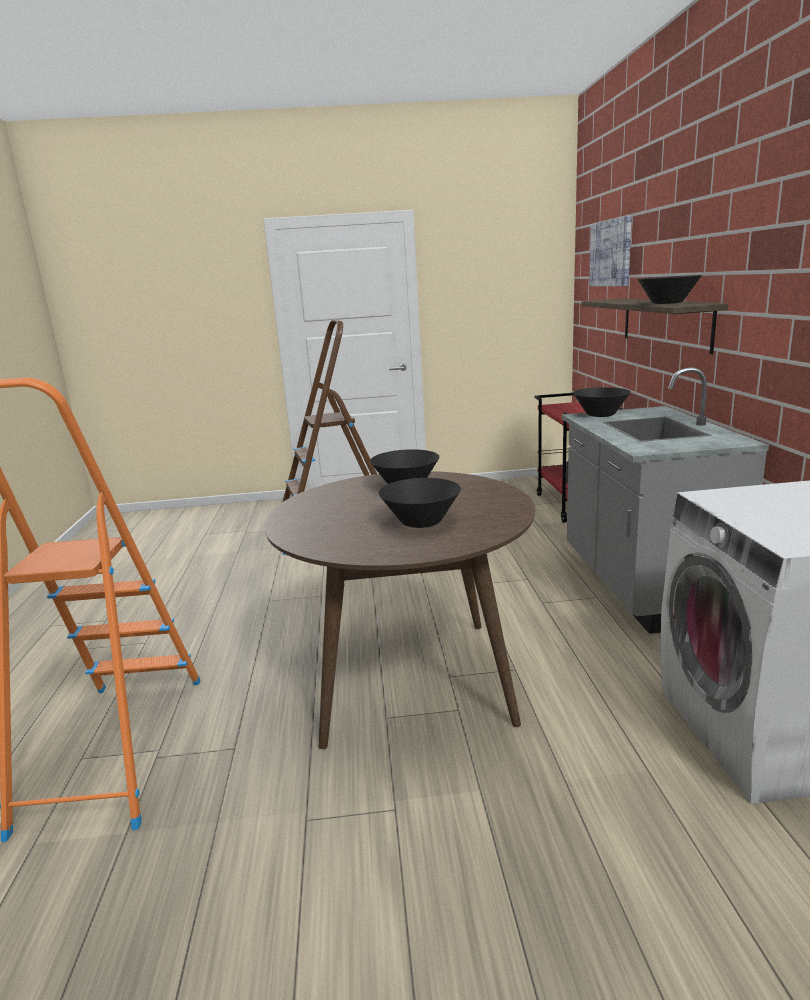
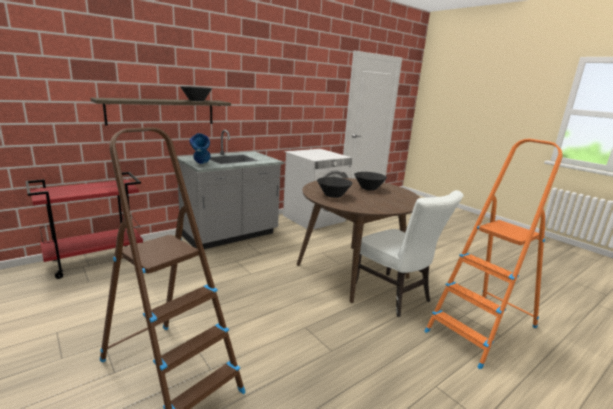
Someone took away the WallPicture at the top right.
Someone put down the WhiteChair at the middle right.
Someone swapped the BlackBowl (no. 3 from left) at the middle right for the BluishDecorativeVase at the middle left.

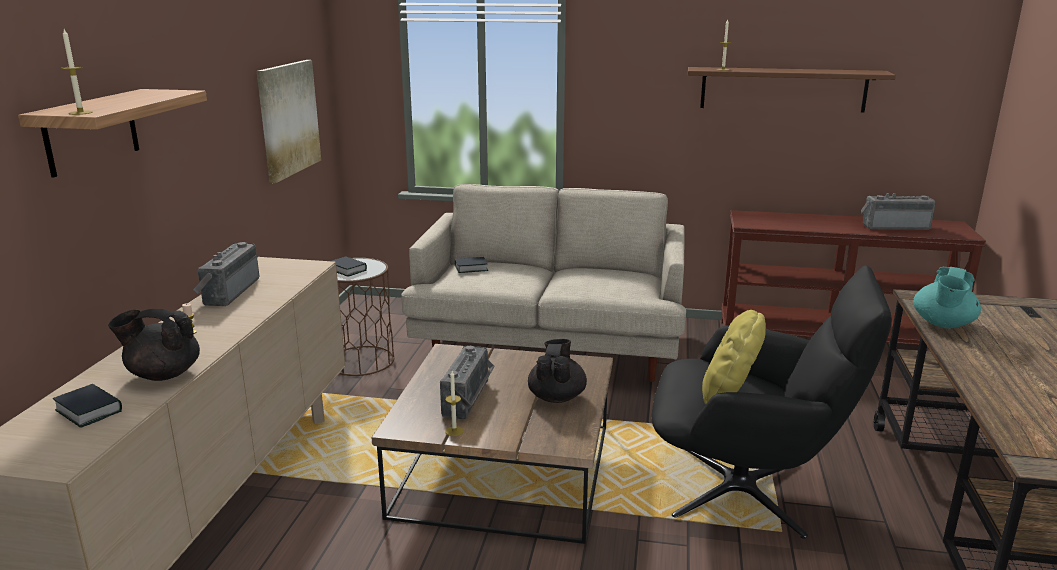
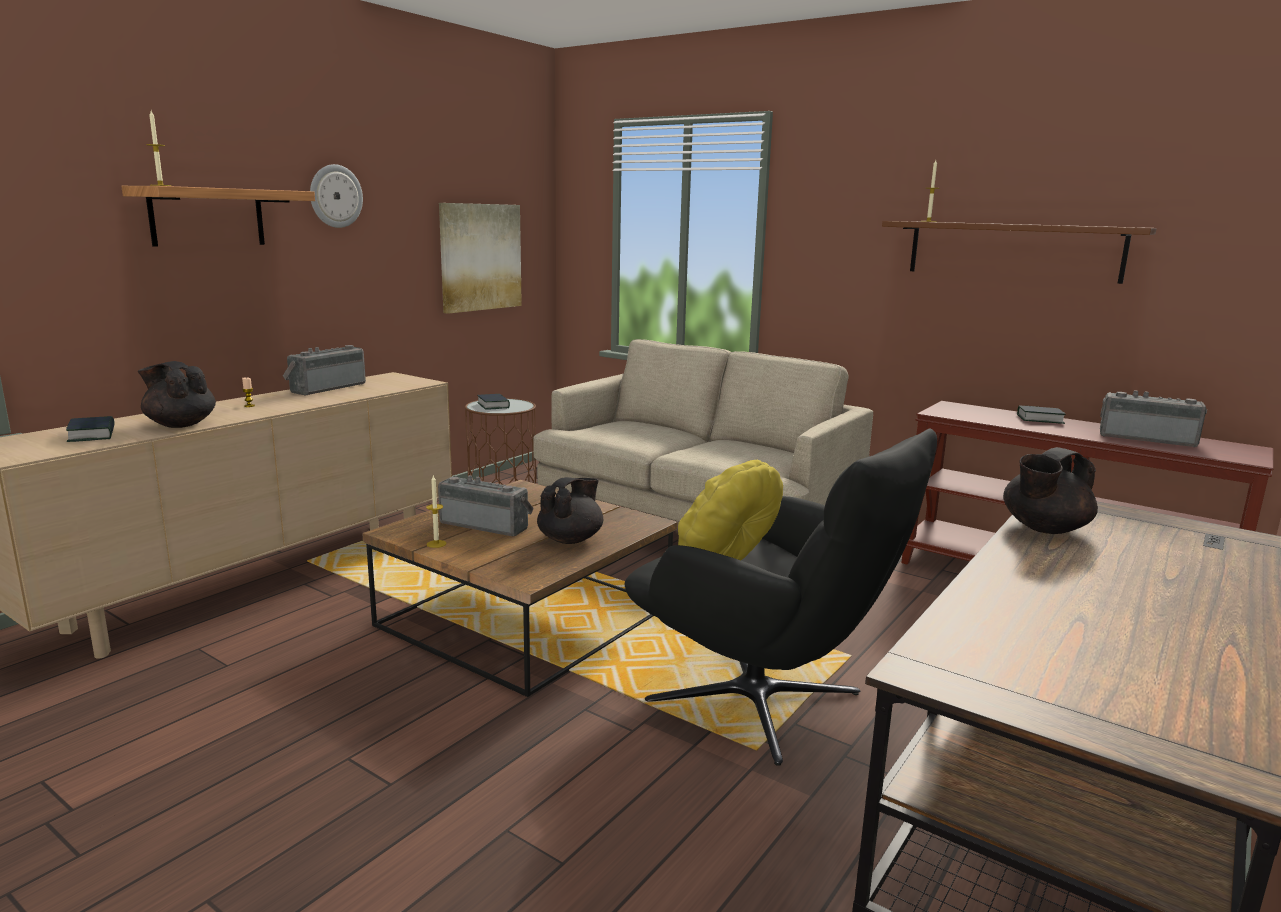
Someone put up the ClockOnTheWall at the top left.
Someone carried the BoundBook (no. 3 from left) from the centre to the middle right.
Someone repainted the BlueGreenTeapot at the middle right, which became the BlackTeapot (no. 3 from left) at the middle right.
Someone rotated the RadioReceiver (no. 2 from left) at the bottom centre by 105 degrees counterclockwise.

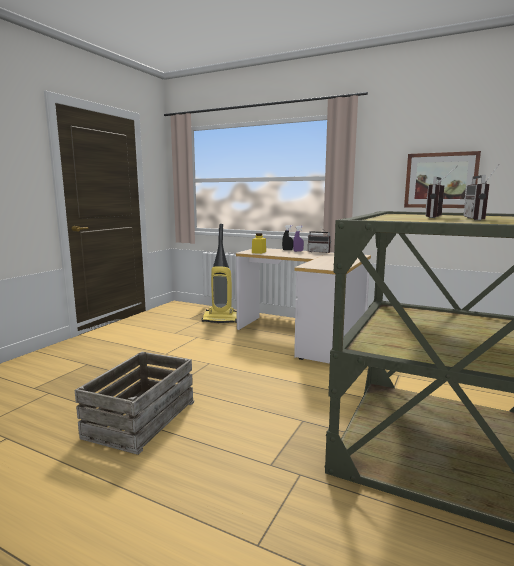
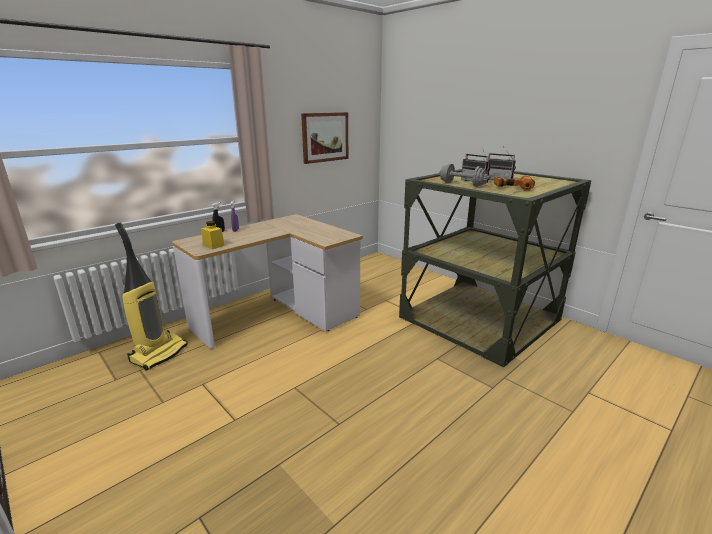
Someone took away the PackingCrate at the bottom left.
Someone took away the RadioReceiver (no. 1 from left) at the centre.
Someone put down the GreyishFreeWeight at the top centre.
Someone put down the ElectricDrill at the middle right.

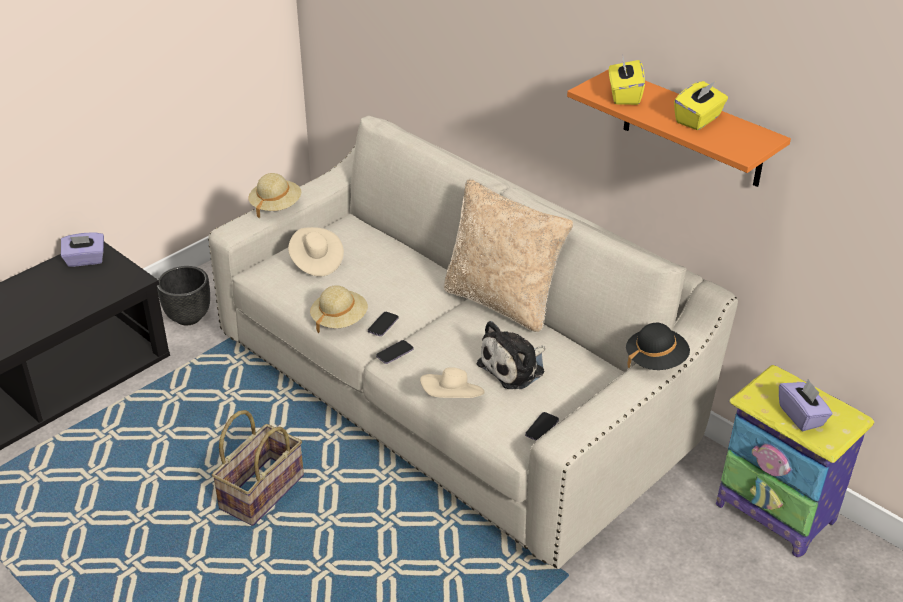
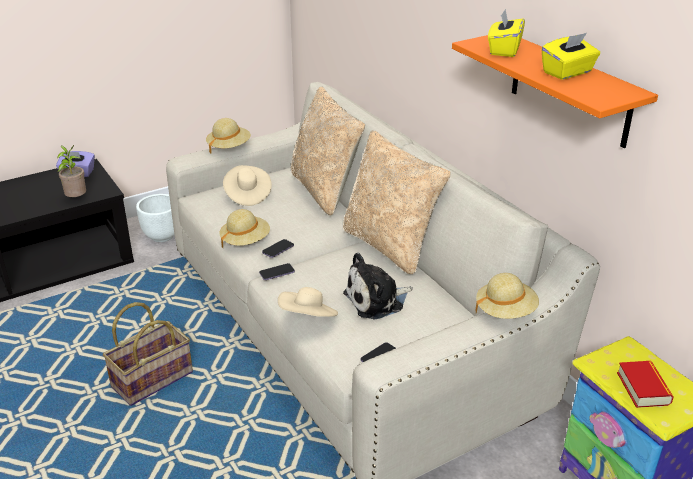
Someone put down the PlantInAPot at the middle left.
Someone put down the SandColouredPillow (no. 1 from left) at the top centre.
Someone swapped the PurpleColouredTissueHolder (no. 2 from left) at the bottom right for the BoundBook at the bottom right.
Someone repainted the BlackFlowerPot at the middle left, which became the WhiteFlowerPot at the middle left.
Someone repainted the BlackWearableHat at the middle right, which became the SandColouredWearableHat (no. 5 from left) at the middle right.

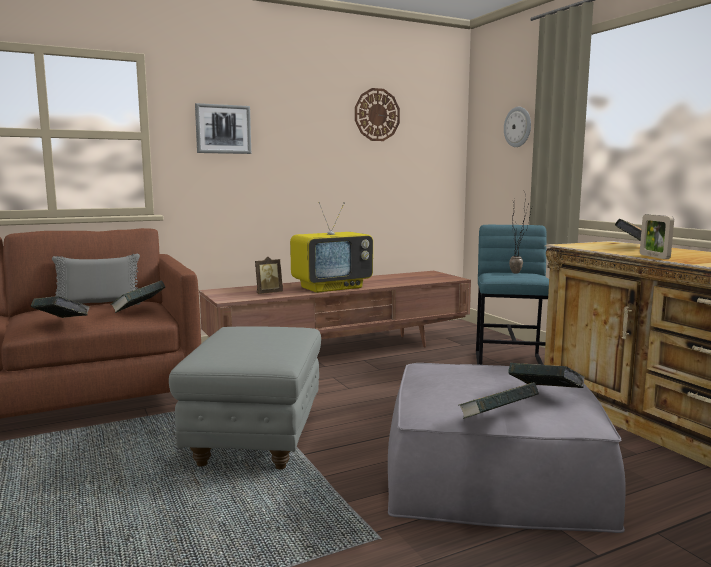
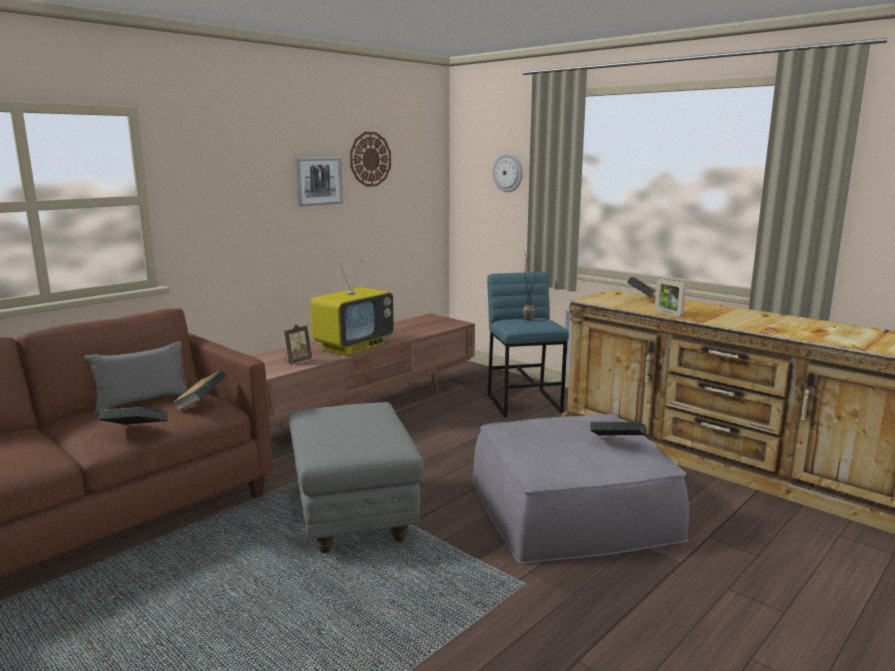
Someone took away the BoundBook (no. 3 from left) at the bottom right.
Someone carried the WallPicture from the top left to the top centre.

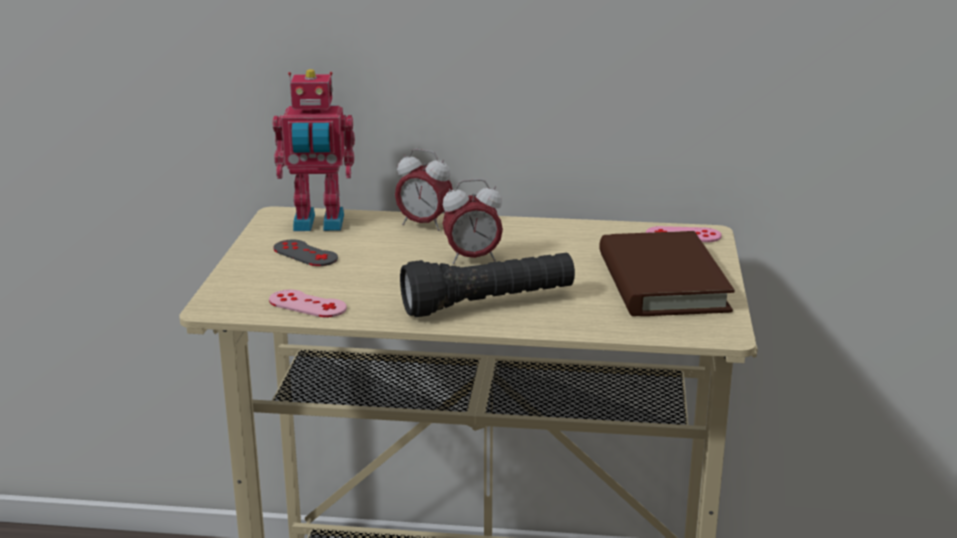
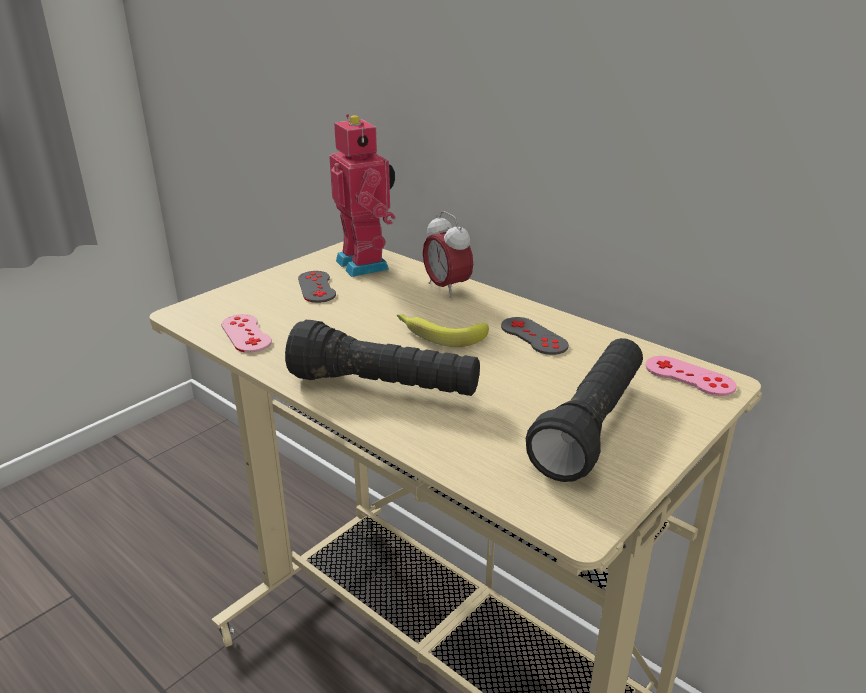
Someone put down the GreyishGamepad (no. 2 from left) at the centre.
Someone swapped the TableClock (no. 2 from left) at the centre for the Banana at the centre.
Someone swapped the BrownBoundBook at the middle right for the BlackTorch (no. 2 from left) at the middle right.
Someone rotated the ModelRobot at the top left by 150 degrees counterclockwise.

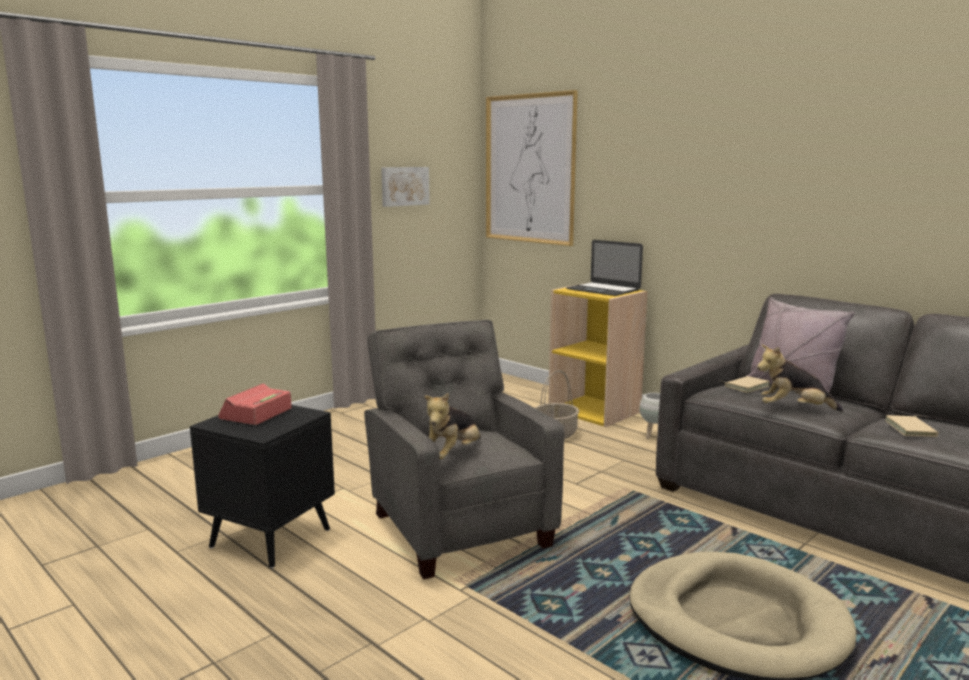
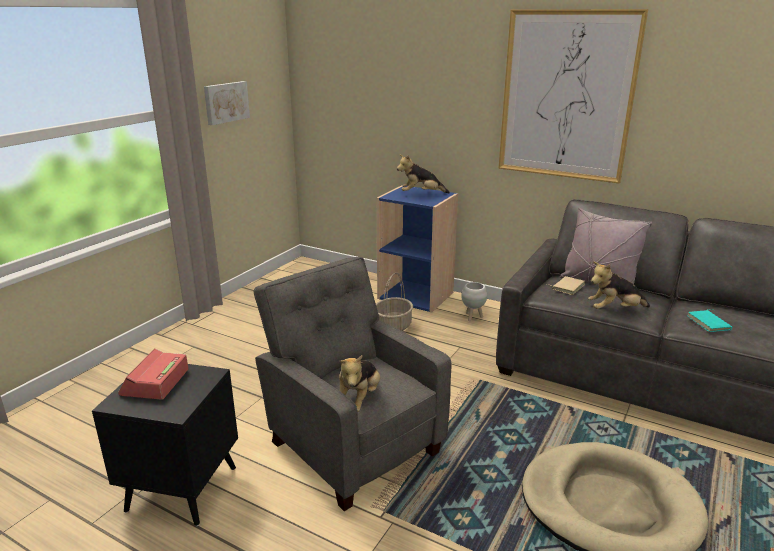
Someone carried the WallPicture (no. 2 from left) from the top centre to the top right.
Someone swapped the Laptop at the centre for the PlushToy (no. 2 from left) at the top centre.
Someone repainted the YellowShelvingUnit at the centre, which became the BluishShelvingUnit at the centre.
Someone repainted the SandColouredBoundBook (no. 2 from left) at the middle right, which became the BlueGreenBoundBook at the middle right.

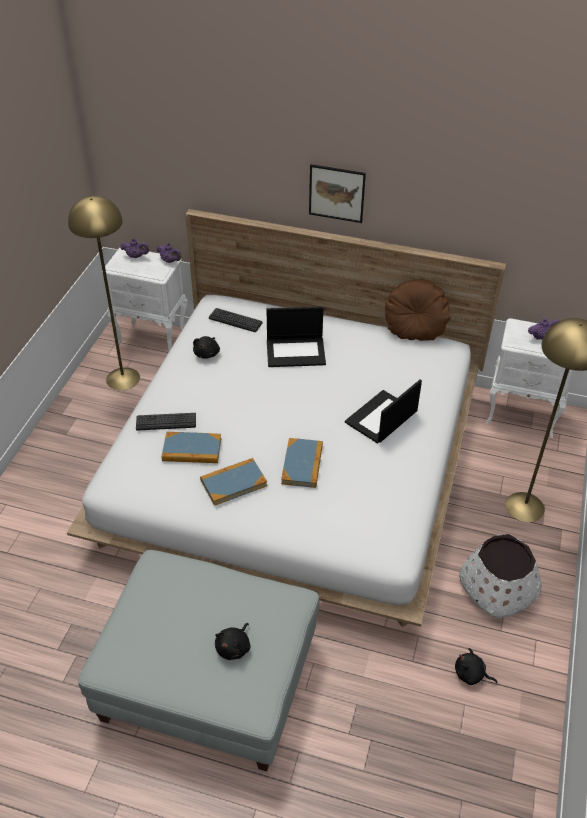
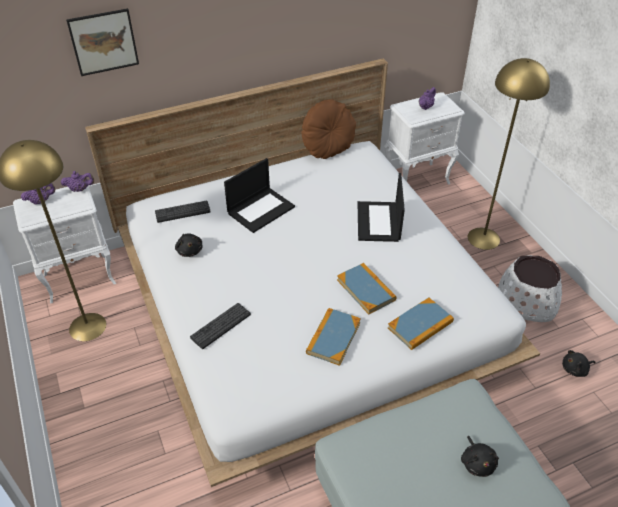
Someone carried the BoundBook (no. 1 from left in the first image) from the middle left to the middle right.
Someone carried the WallPicture from the top centre to the top left.

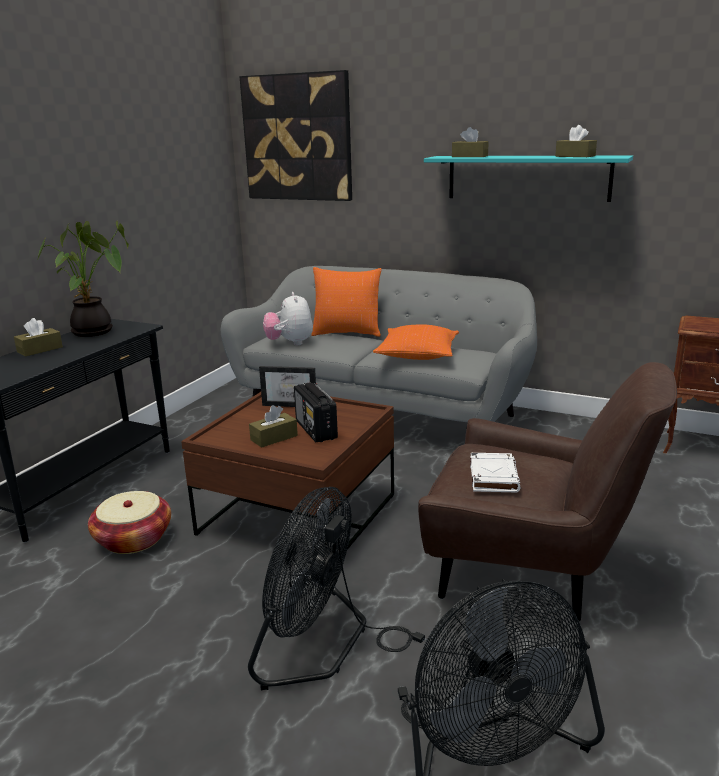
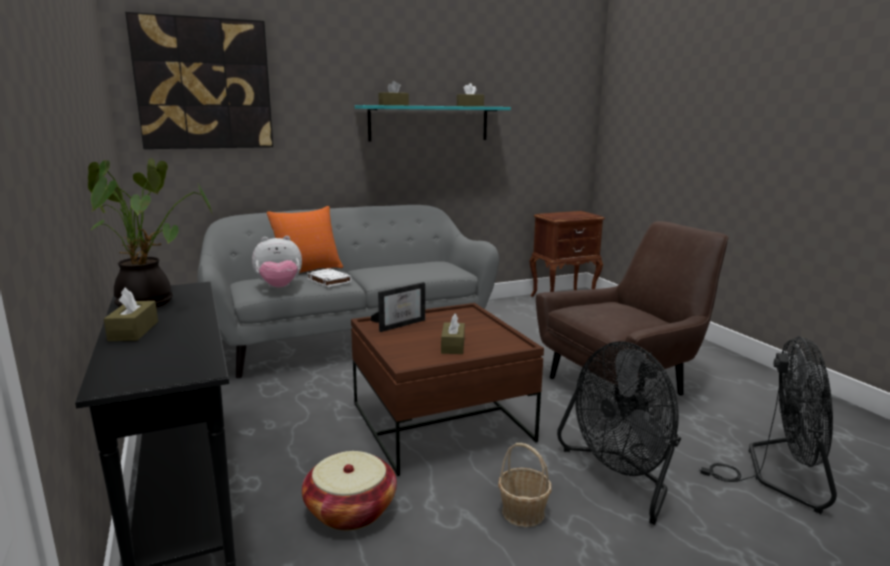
Someone took away the RadioReceiver at the centre.
Someone took away the OrangeColouredPillow (no. 2 from left) at the centre.
Someone put down the Basket (no. 2 from left) at the bottom centre.
Someone carried the WhiteBoundBook from the middle right to the centre.
Someone rotated the PlushToy at the centre by 45 degrees counterclockwise.

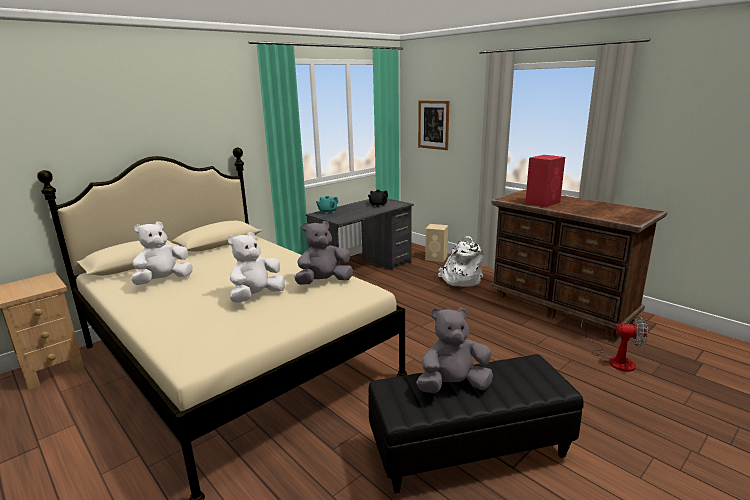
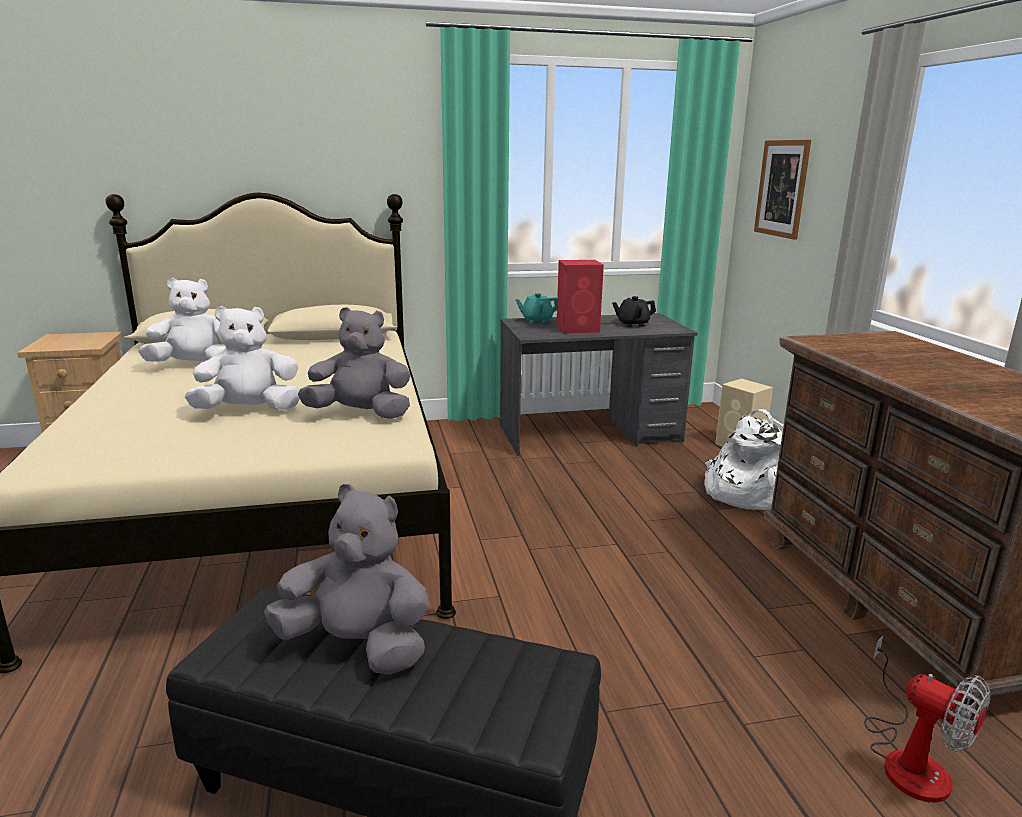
Someone carried the RedAudioSpeaker from the middle right to the centre.

